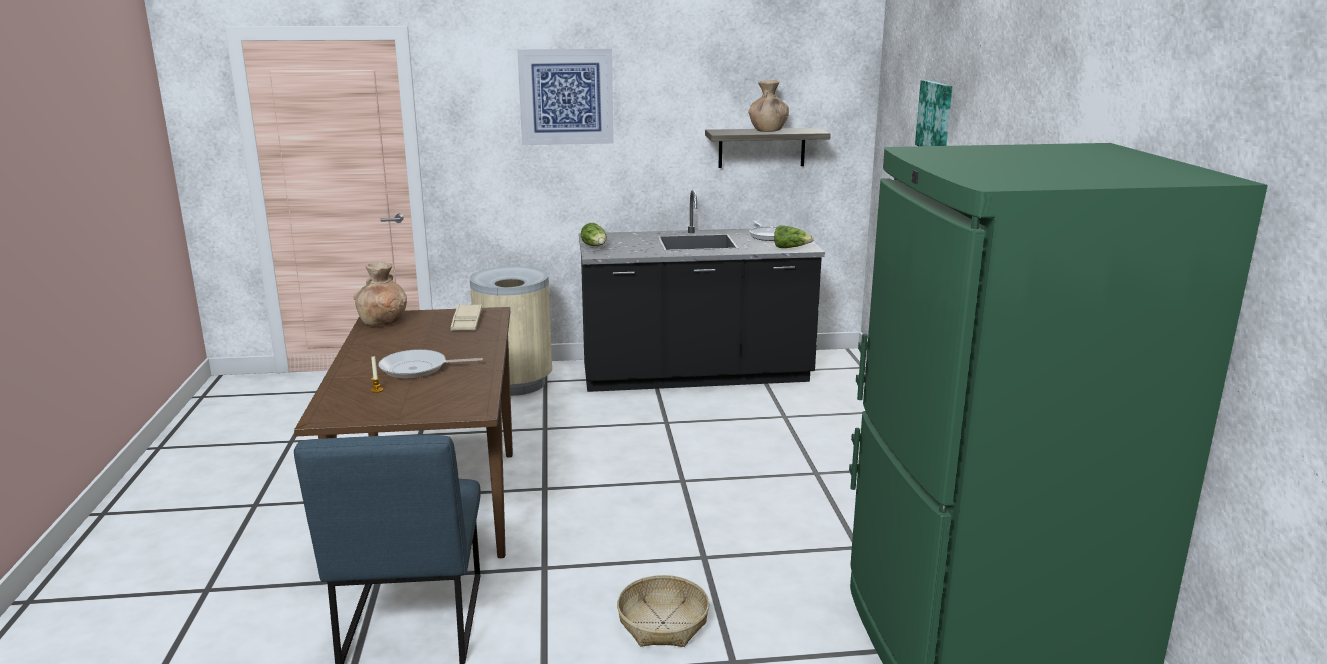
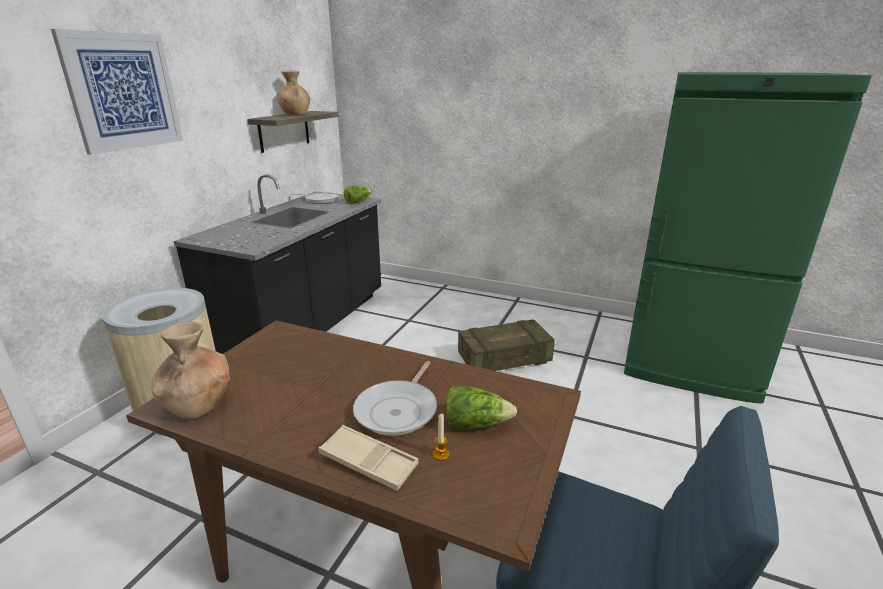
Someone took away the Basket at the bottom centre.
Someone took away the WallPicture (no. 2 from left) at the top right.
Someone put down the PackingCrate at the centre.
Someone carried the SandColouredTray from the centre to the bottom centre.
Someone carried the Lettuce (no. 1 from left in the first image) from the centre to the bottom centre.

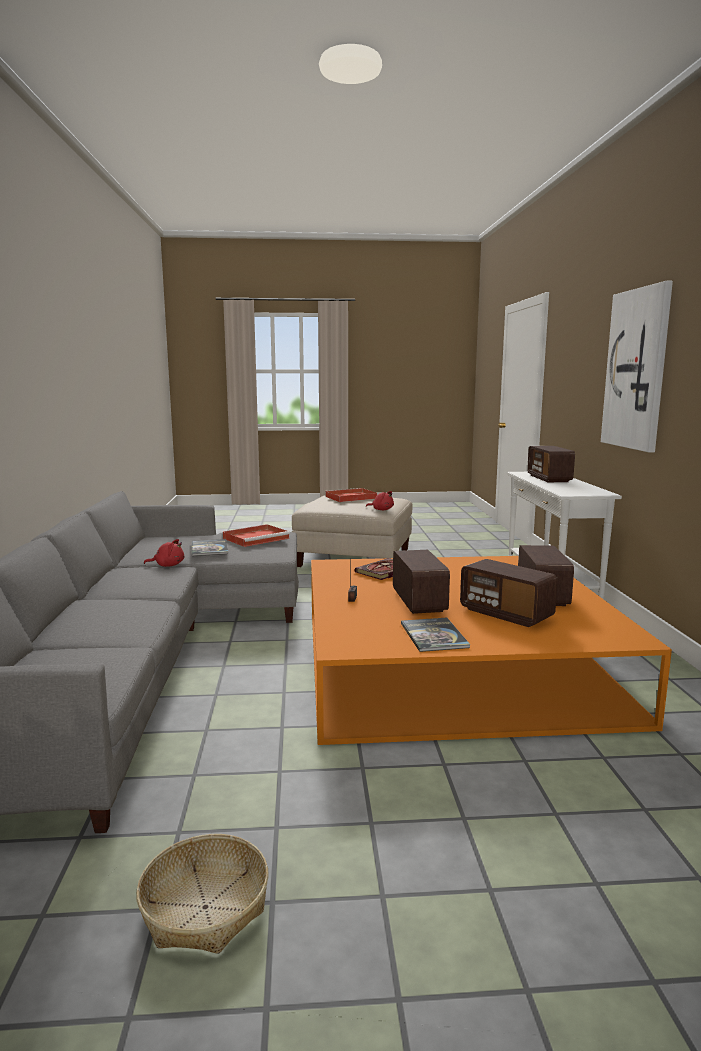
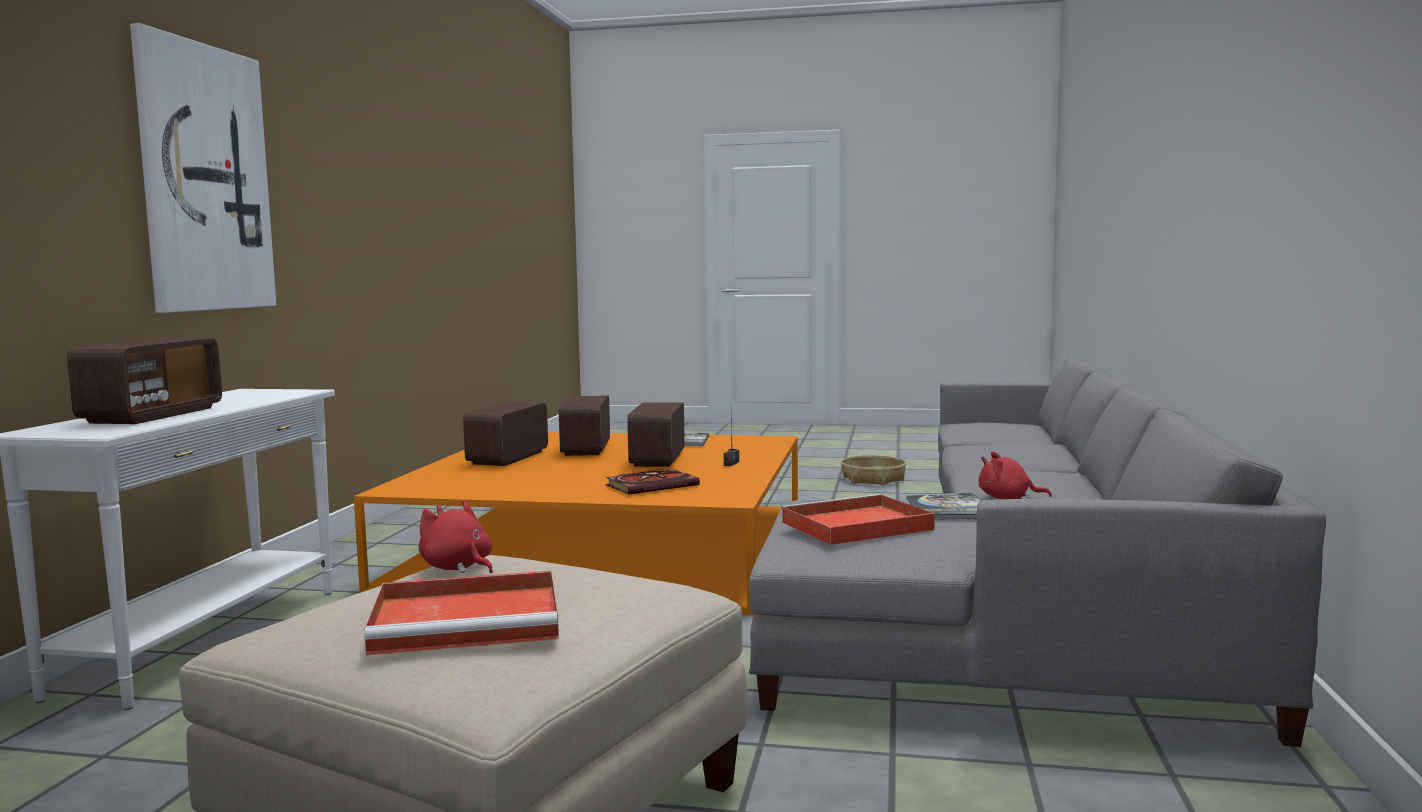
Someone rotated the RadioReceiver (no. 3 from left) at the middle right by 150 degrees counterclockwise.

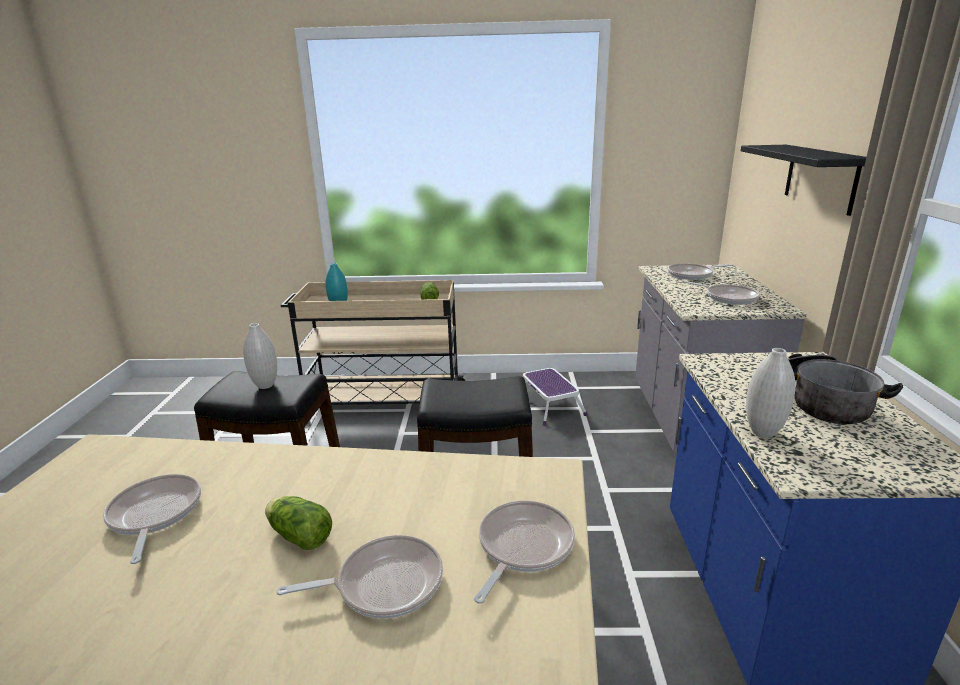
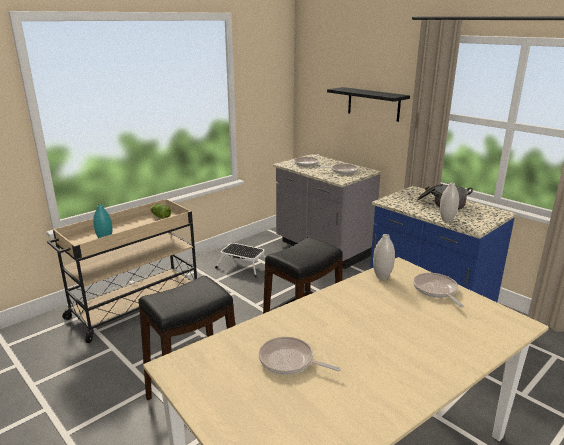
Someone took away the Lettuce (no. 1 from left) at the bottom left.
Someone took away the Skillet (no. 2 from left) at the bottom centre.
Someone carried the WhiteDecorativeVase (no. 1 from left) from the middle left to the middle right.
Someone repainted the PurpleColouredStepladder at the centre, which became the BlackStepladder at the centre.

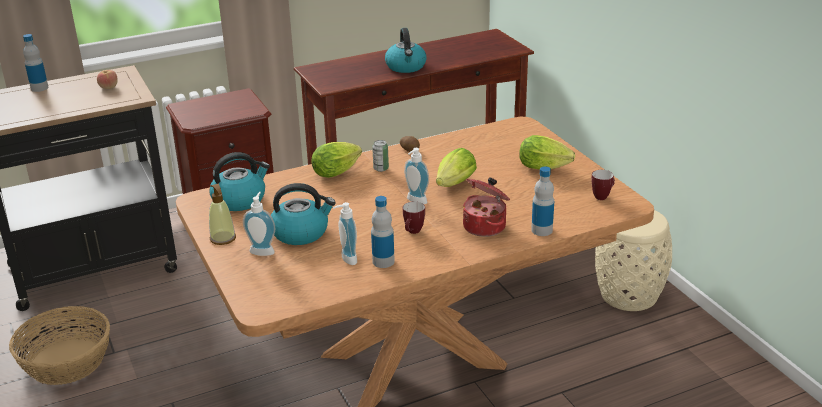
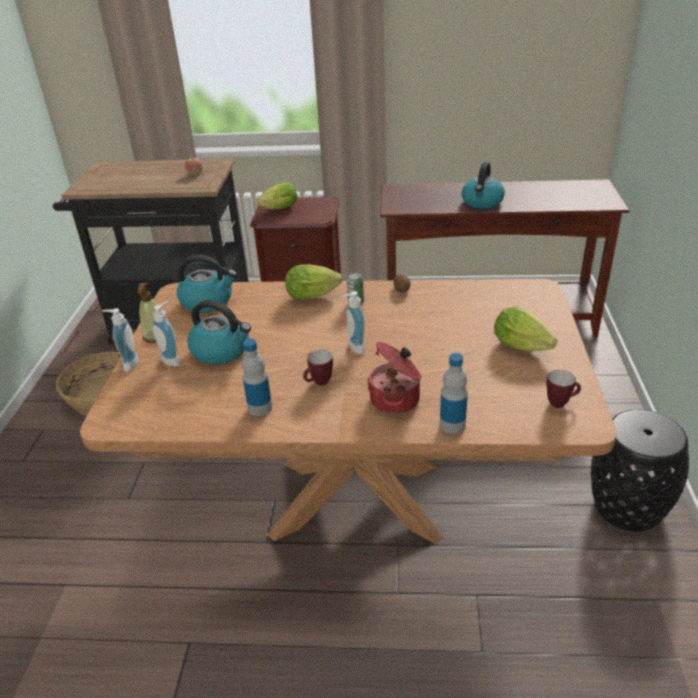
Someone took away the DrinkBottle (no. 1 from left) at the top left.
Someone carried the SoapBottle (no. 3 from left in the first image) from the centre to the middle left.
Someone carried the Lettuce (no. 2 from left in the first image) from the centre to the top centre.
Someone repainted the SandColouredStoolSeat at the middle right, which became the BlackStoolSeat at the bottom right.

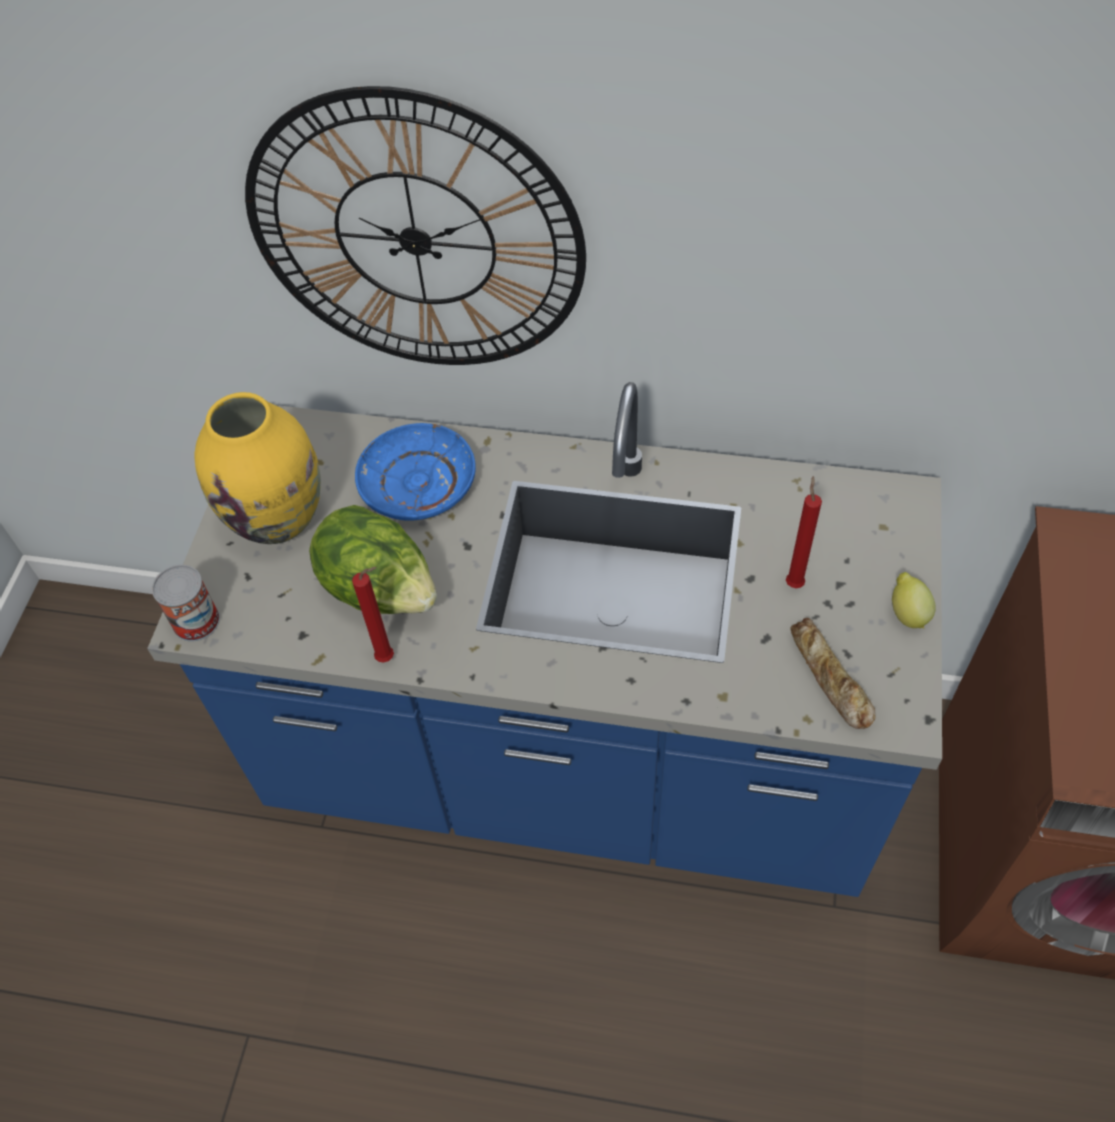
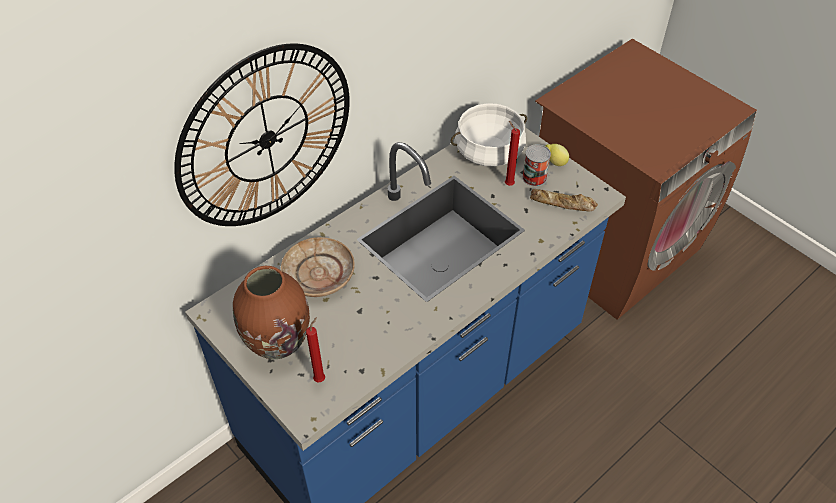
Someone took away the Lettuce at the centre.
Someone put down the WhiteCookingPot at the top centre.
Someone carried the Can from the middle left to the top centre.
Someone carried the RedWaxLight (no. 1 from left) from the centre to the bottom centre.
Someone repainted the YellowDecorativeVase at the middle left, which became the BrownDecorativeVase at the middle left.
Someone repainted the BluishDinnerPlate at the centre, which became the SandColouredDinnerPlate at the centre.

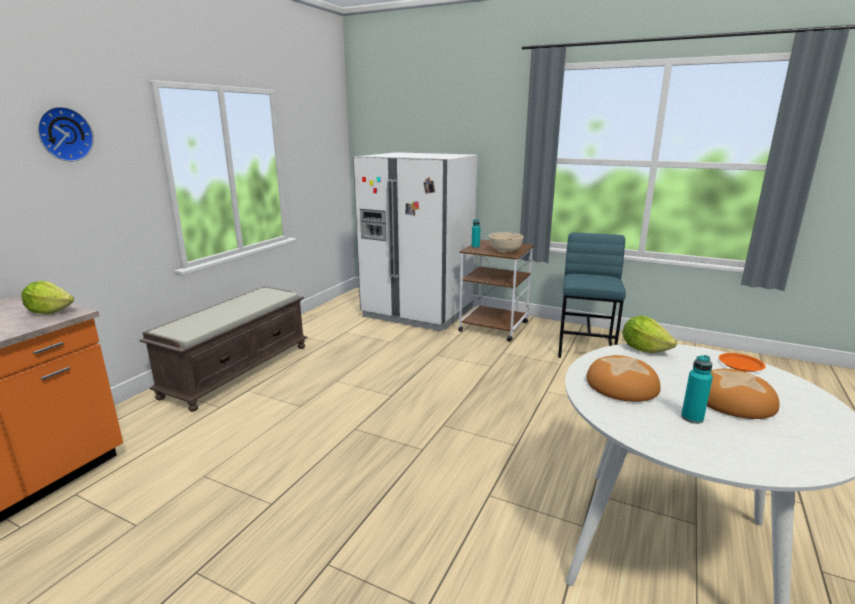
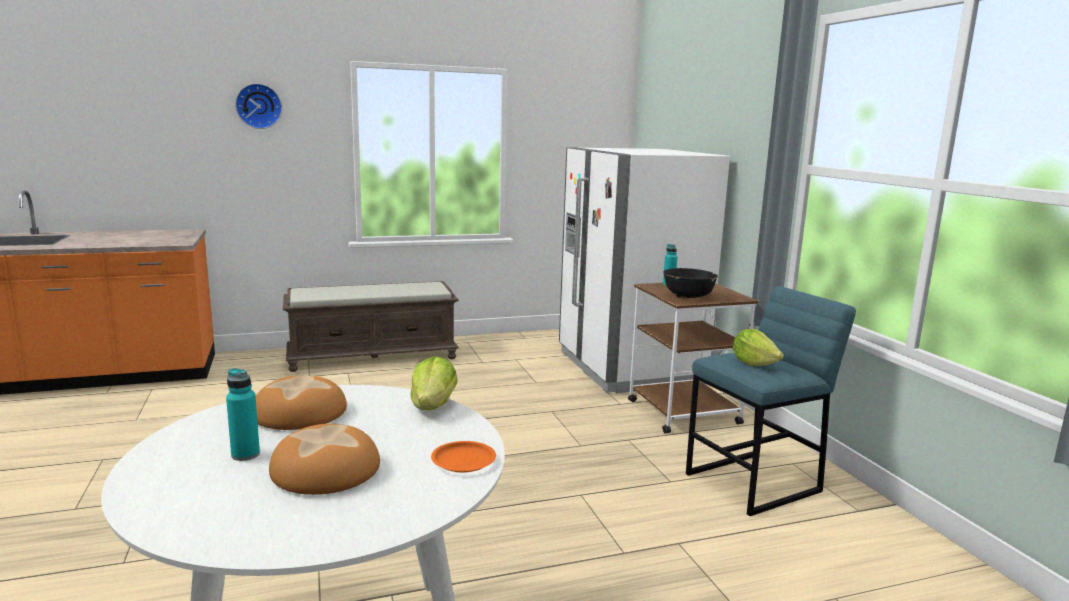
Someone carried the Lettuce (no. 1 from left in the first image) from the middle left to the middle right.
Someone repainted the SandColouredBowl at the centre, which became the BlackBowl at the centre.

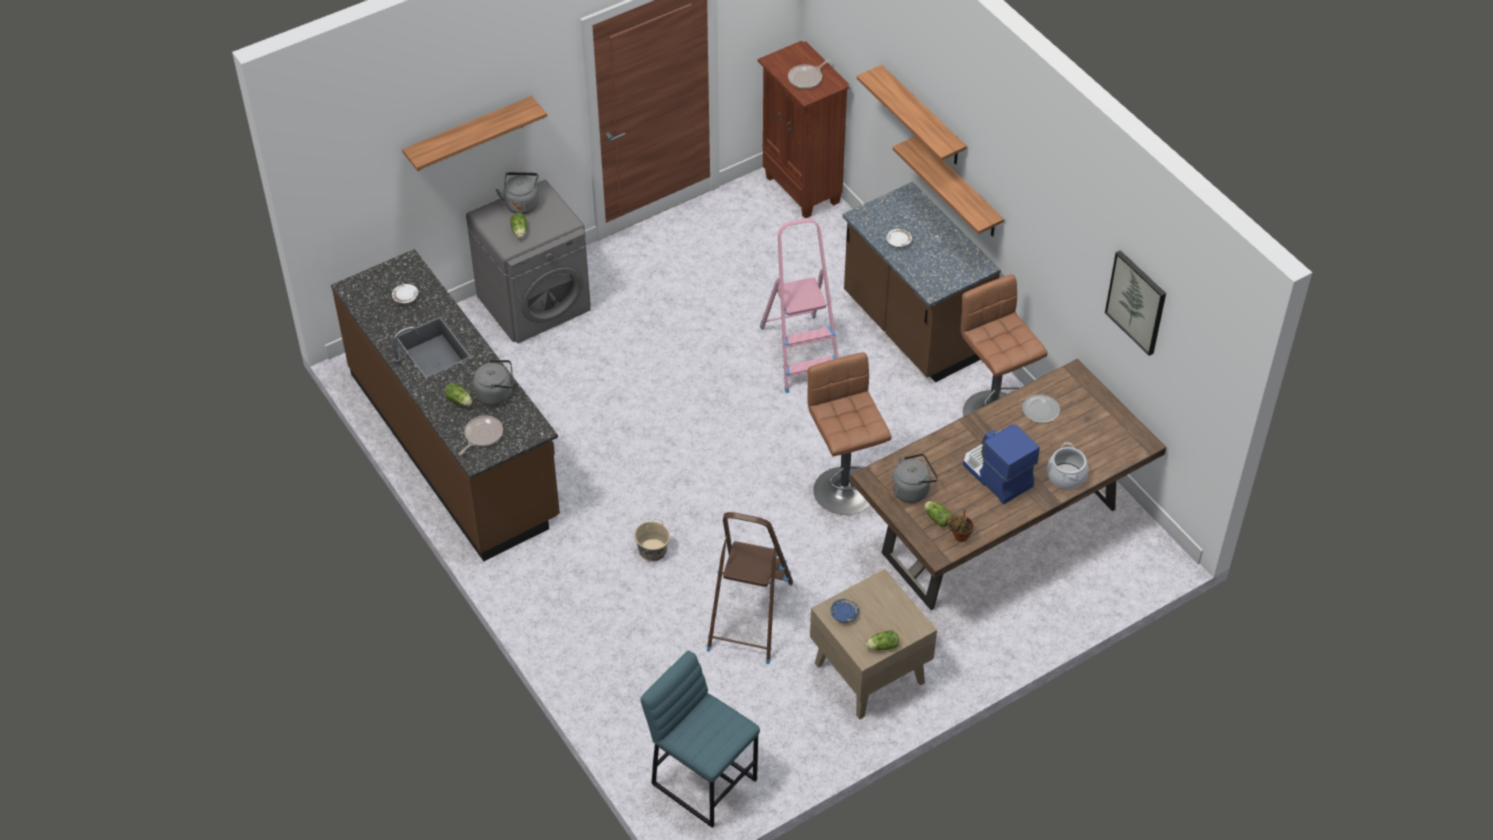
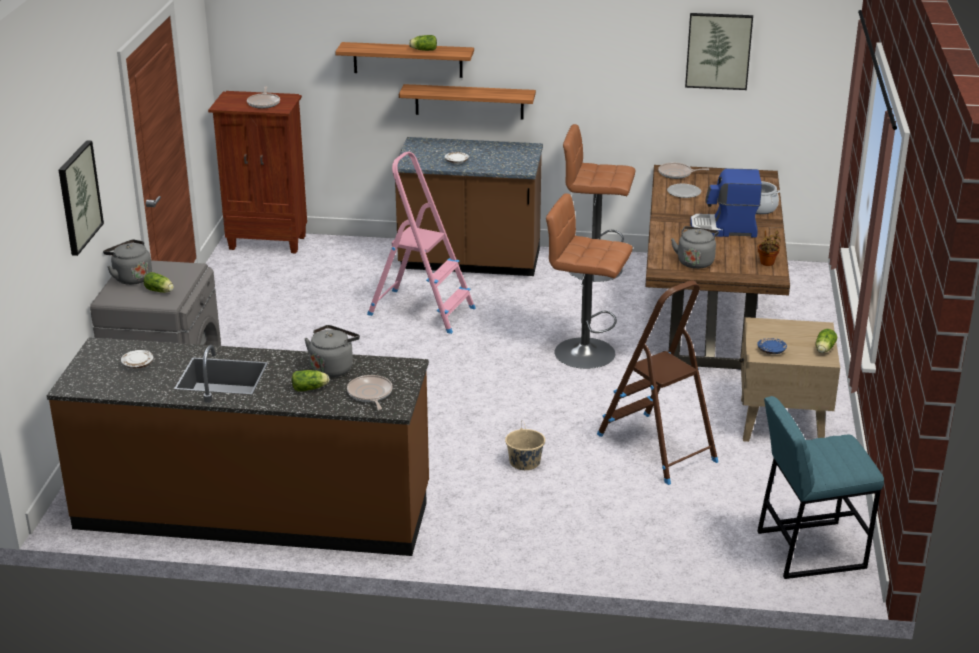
Someone put down the Skillet (no. 3 from left) at the top right.
Someone carried the Lettuce (no. 4 from left in the first image) from the centre to the top centre.
Someone swapped the Shelf (no. 1 from left) at the top left for the WallPicture (no. 1 from left) at the top left.

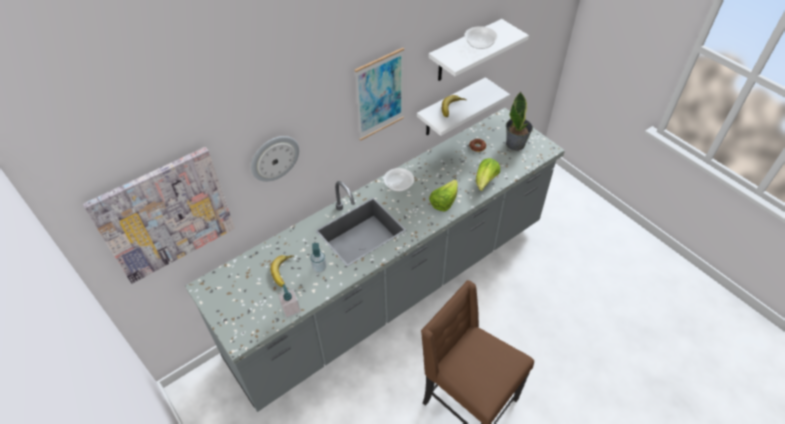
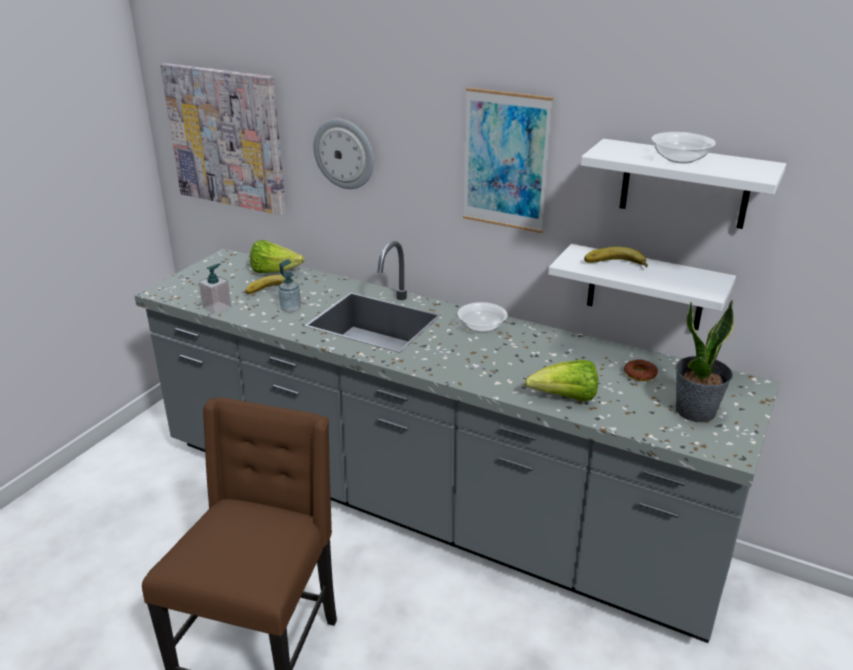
Someone carried the Lettuce (no. 1 from left) from the centre to the middle left.

